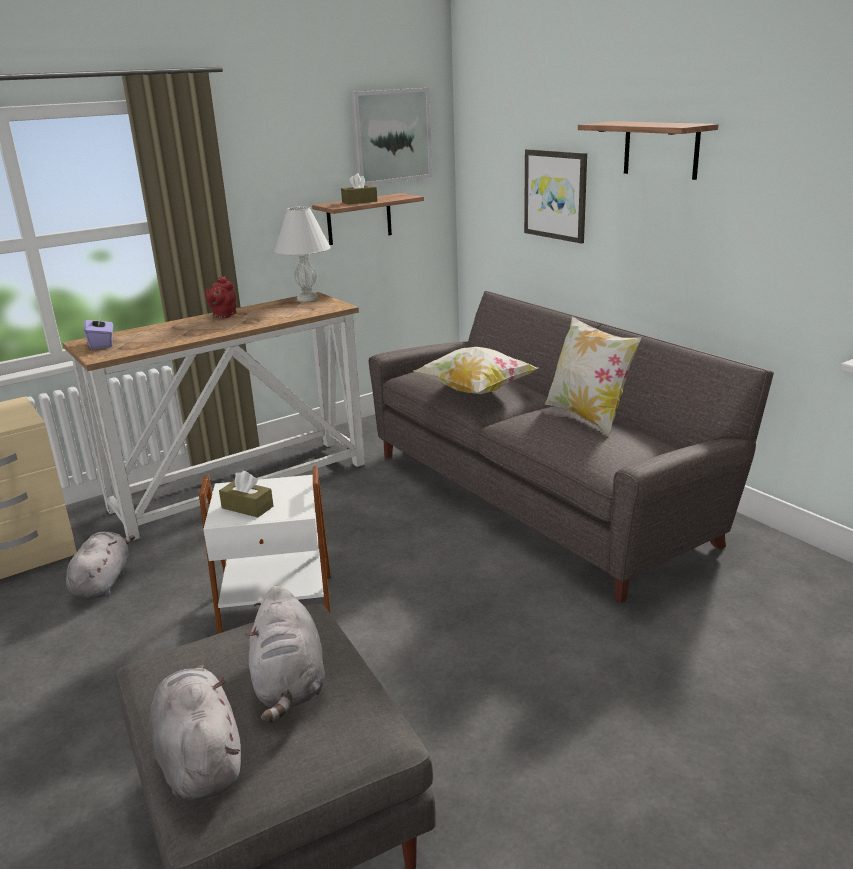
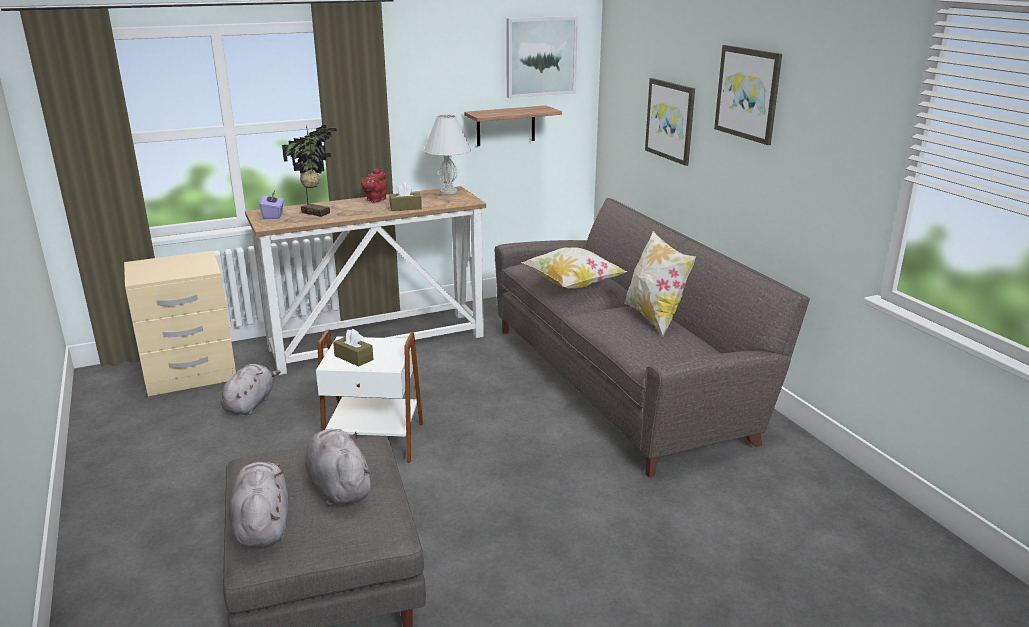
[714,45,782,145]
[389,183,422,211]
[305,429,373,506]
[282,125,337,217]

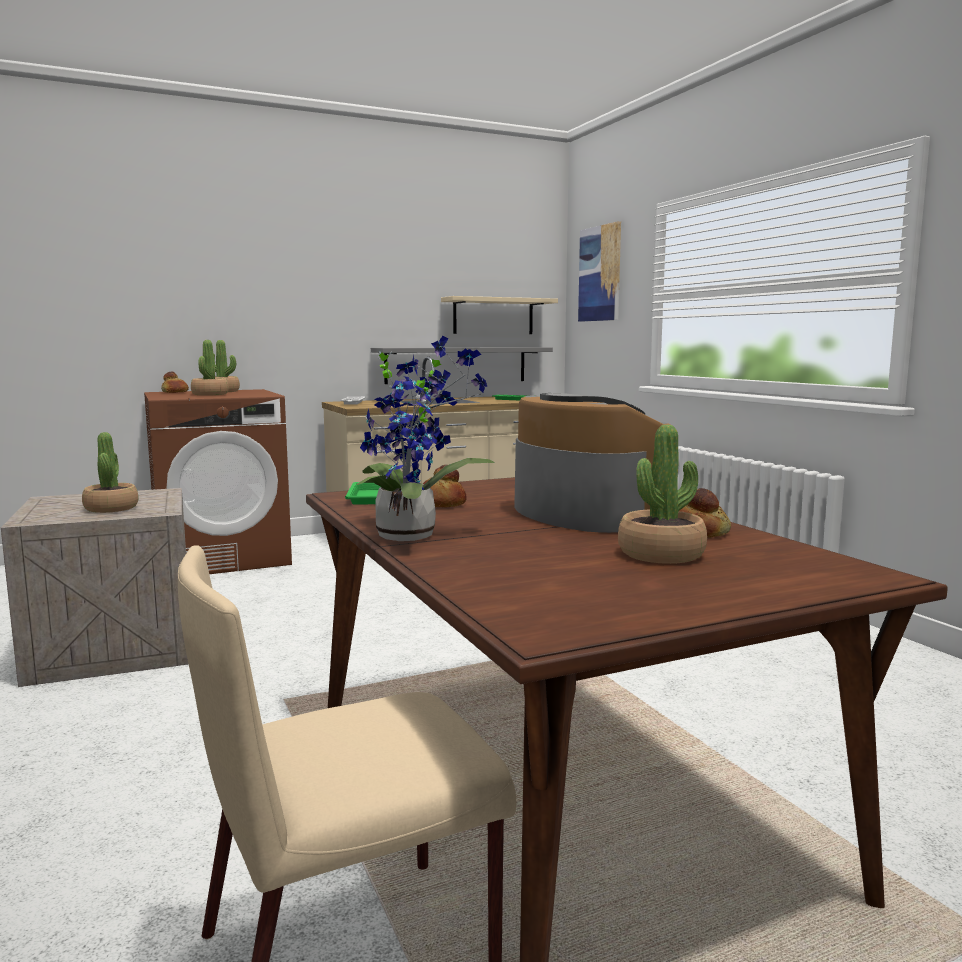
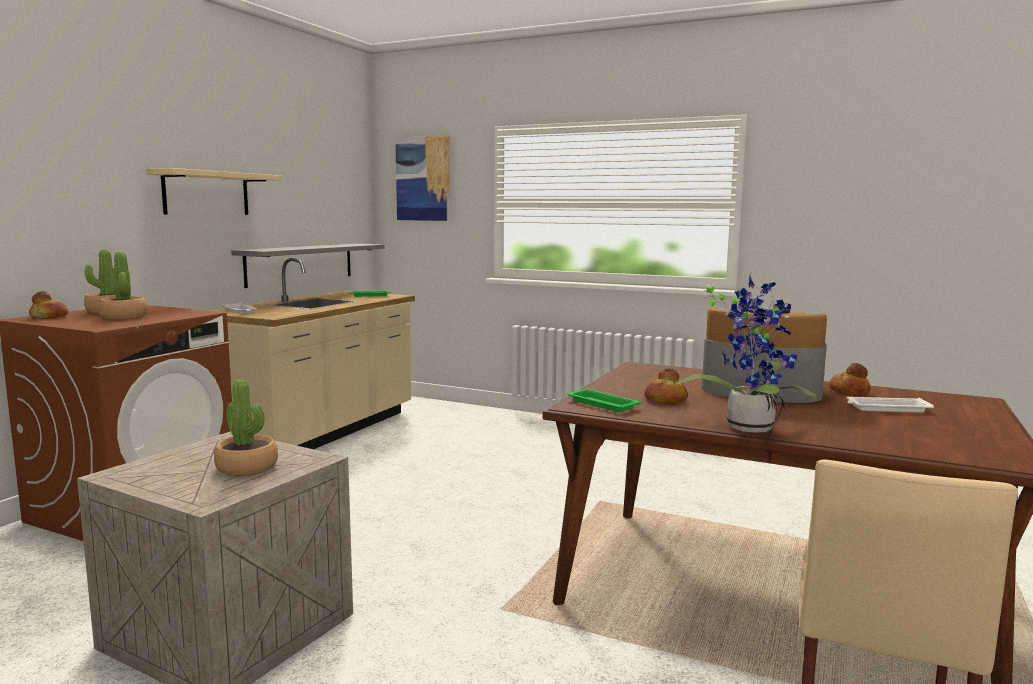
[146,168,282,215]
[847,397,934,412]

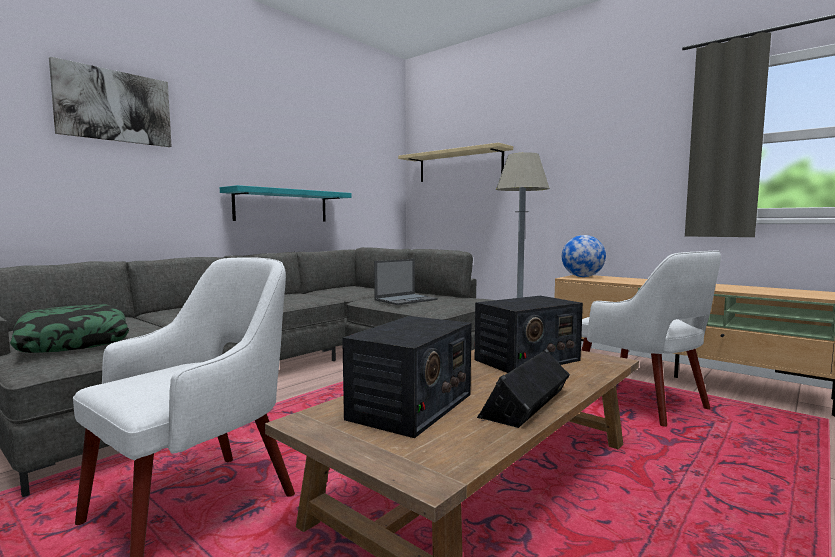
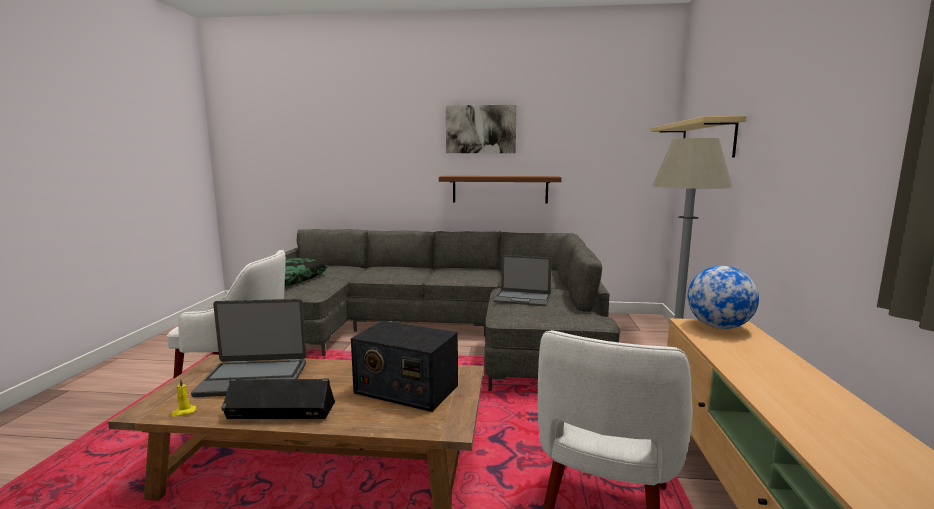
[446,105,517,153]
[439,176,562,203]
[191,299,307,397]
[171,378,196,417]

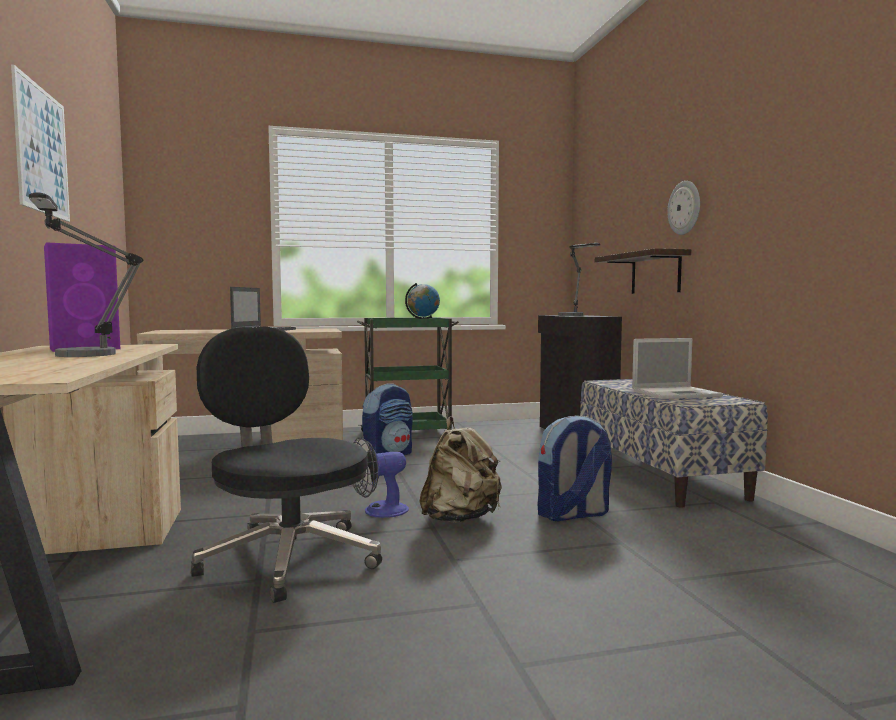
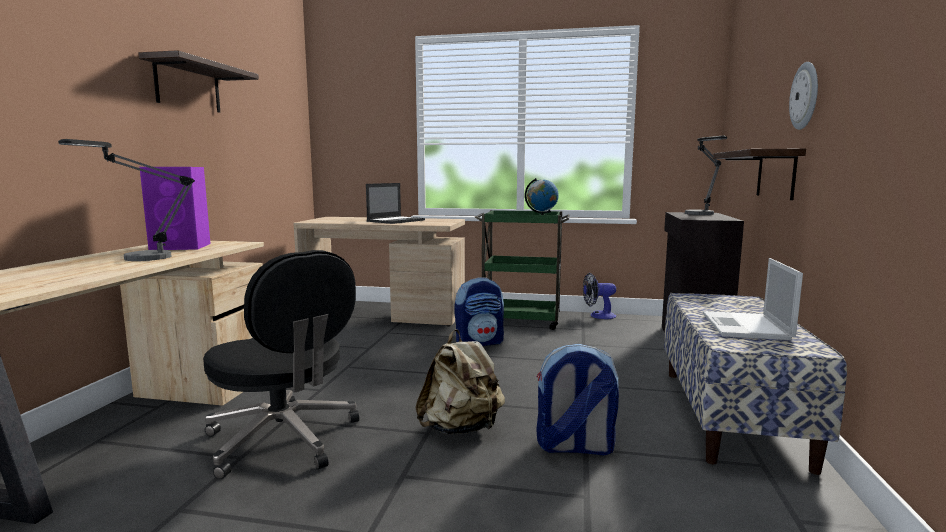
[138,50,259,113]
[203,250,359,479]
[703,258,803,340]
[583,273,616,319]

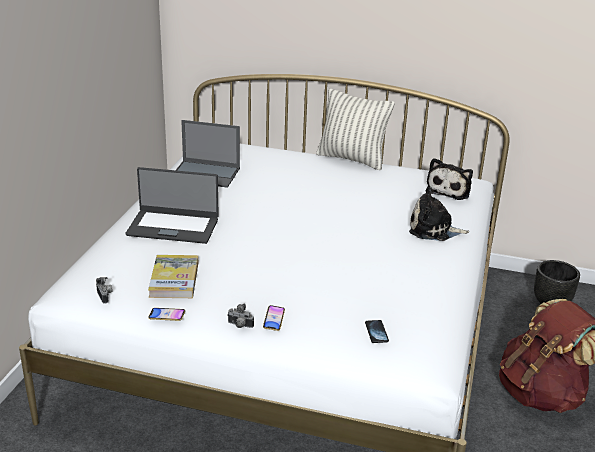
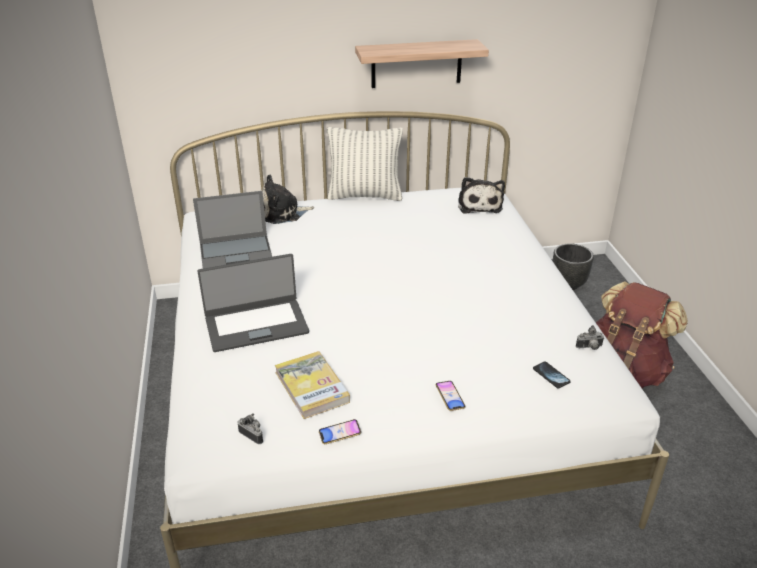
[262,175,314,224]
[576,325,604,350]
[355,39,489,88]

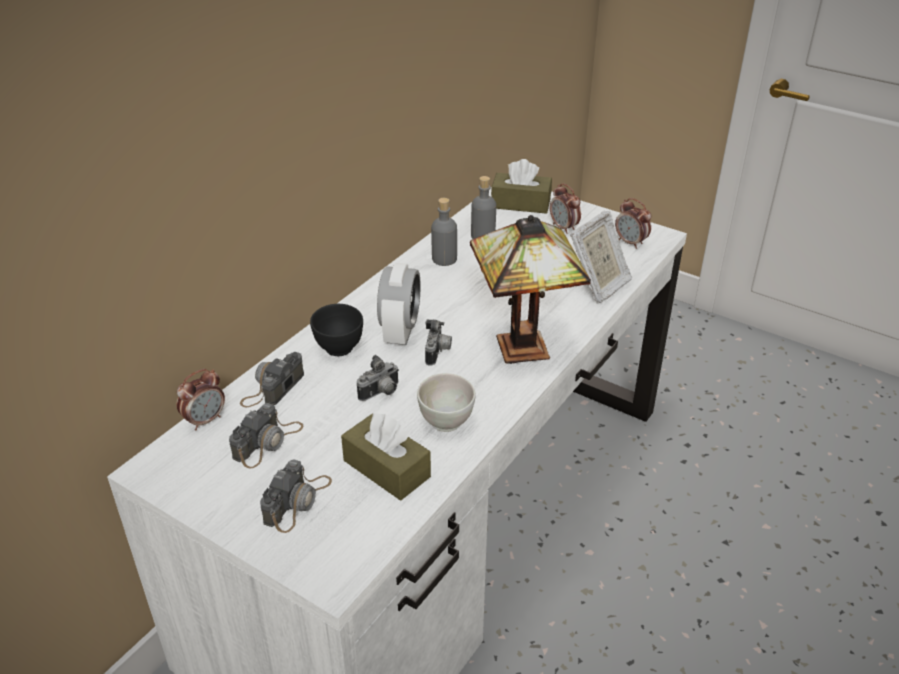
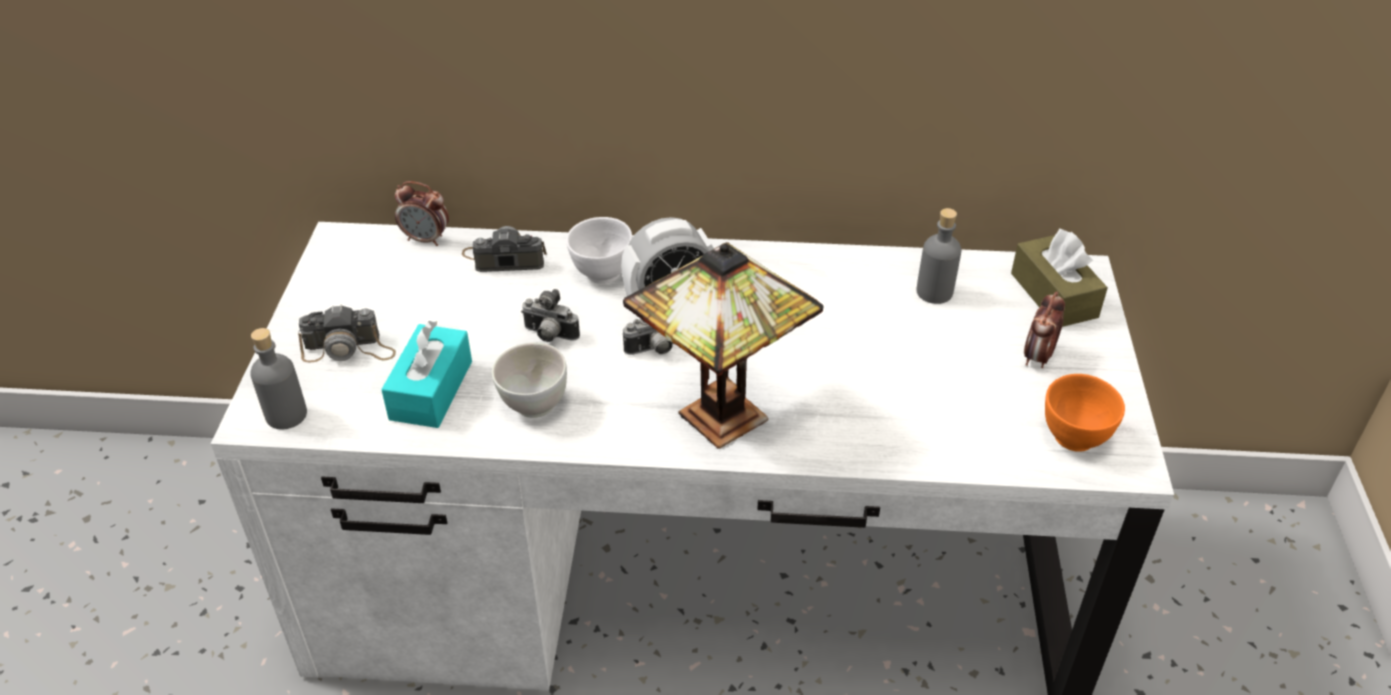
[250,328,307,430]
[1045,374,1125,452]
[570,211,632,303] (first image)
[566,217,633,284]
[229,403,303,469] (first image)
[381,321,472,428]

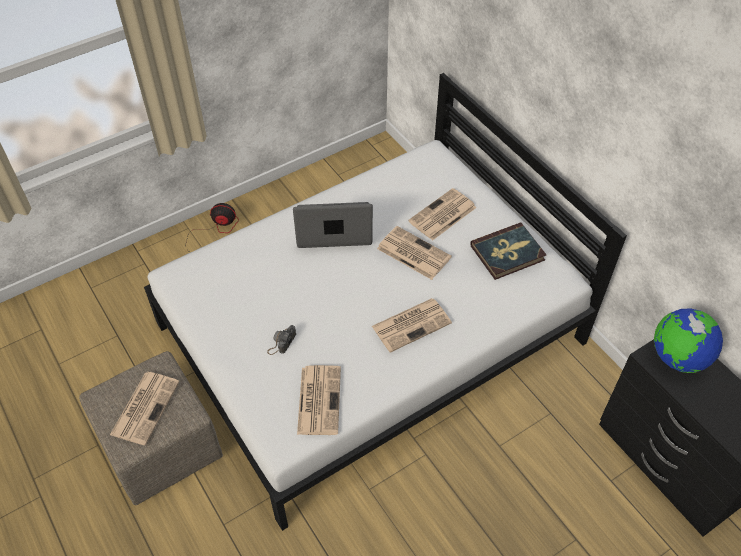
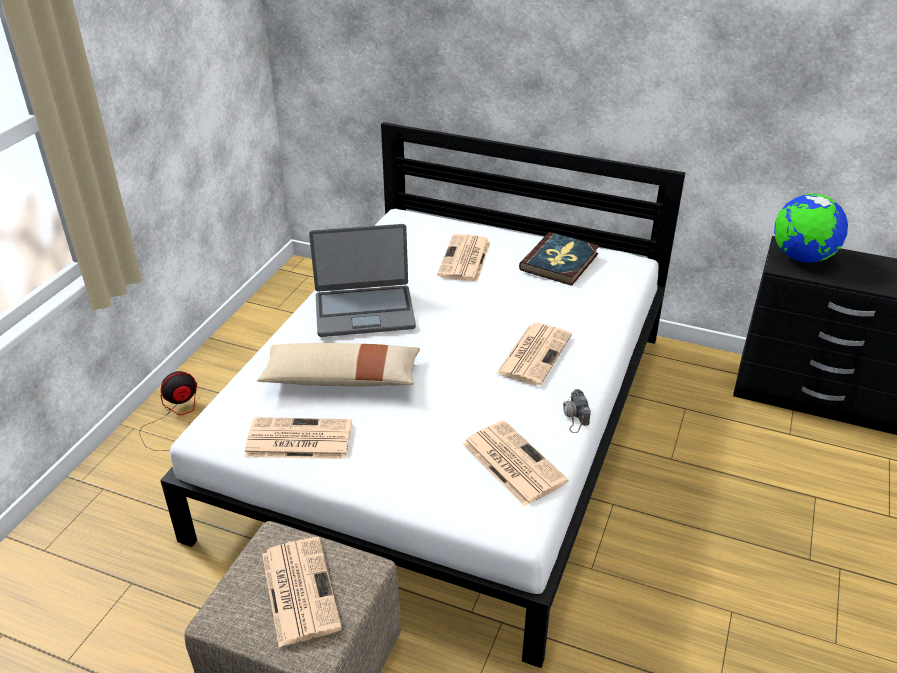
[309,224,416,337]
[244,417,352,459]
[563,389,591,433]
[257,343,420,387]

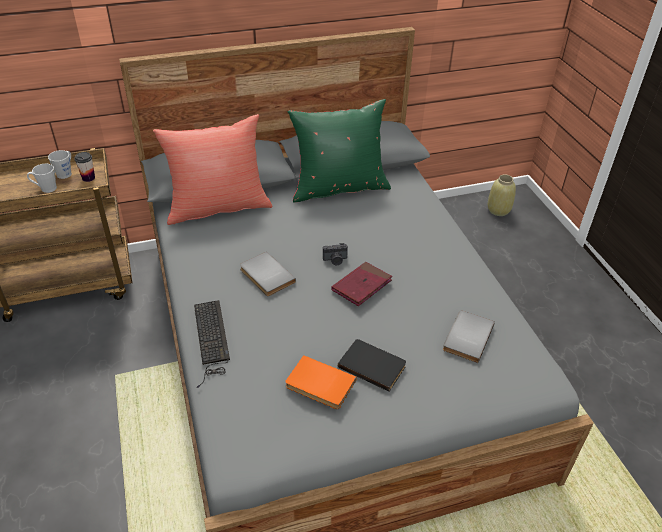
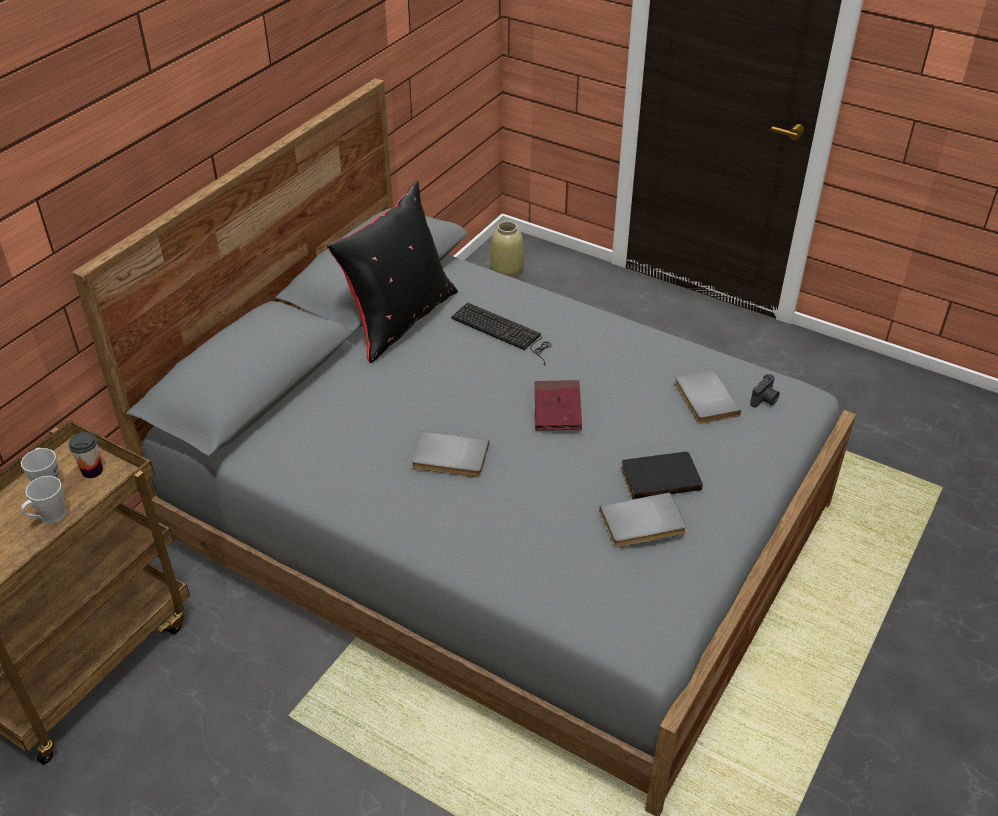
[327,181,458,363]
[153,114,273,225] (first image)
[750,374,780,407]
[451,303,551,366]
[599,493,686,547]

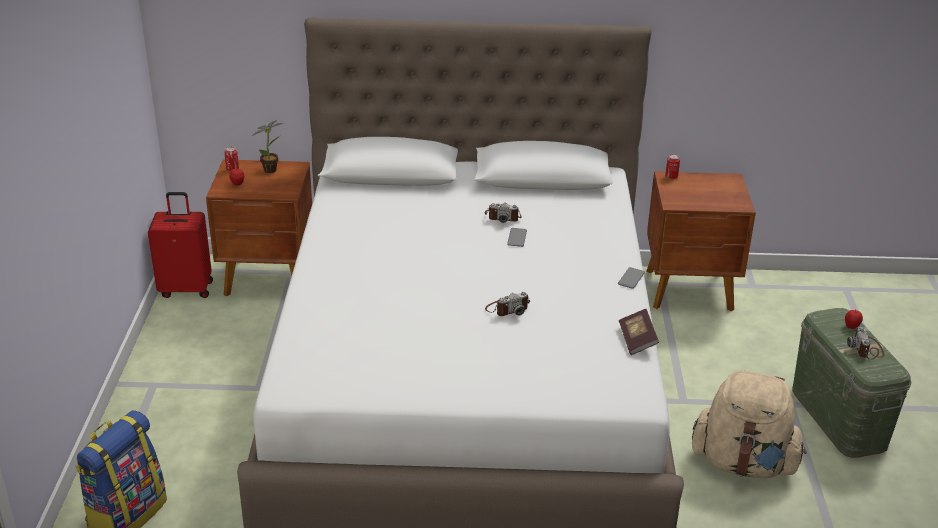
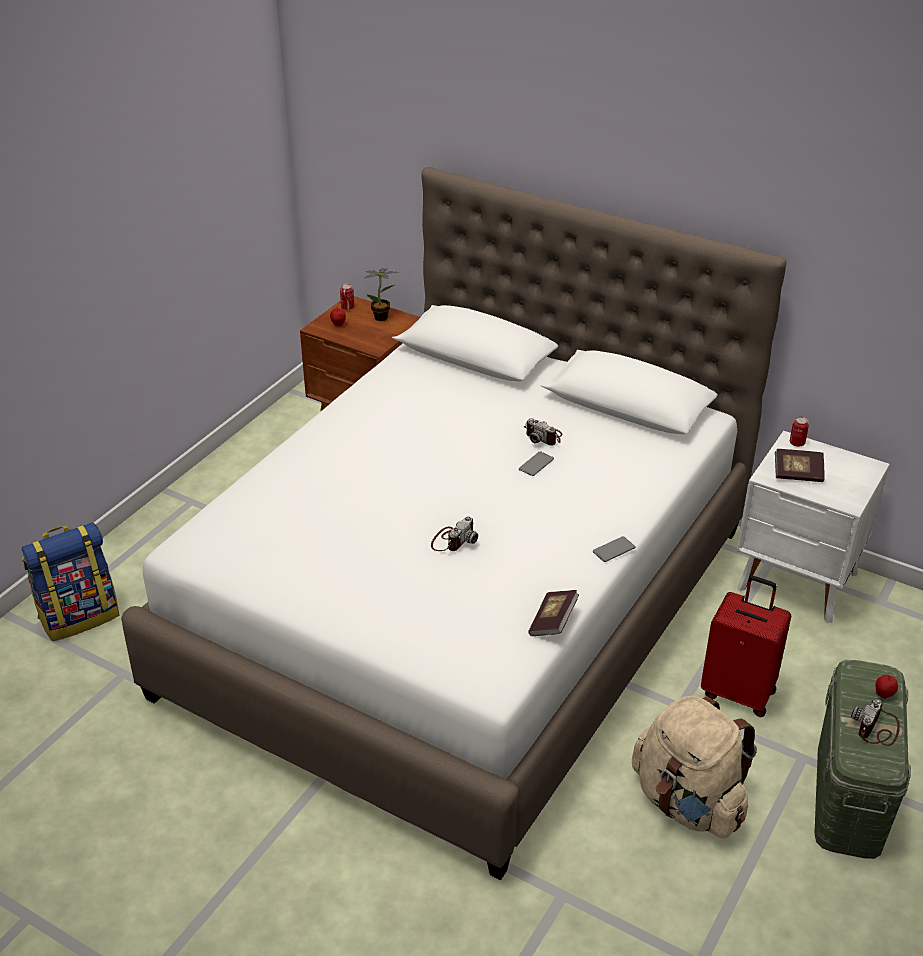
[737,431,890,623]
[701,576,791,717]
[431,516,478,551]
[775,449,825,482]

